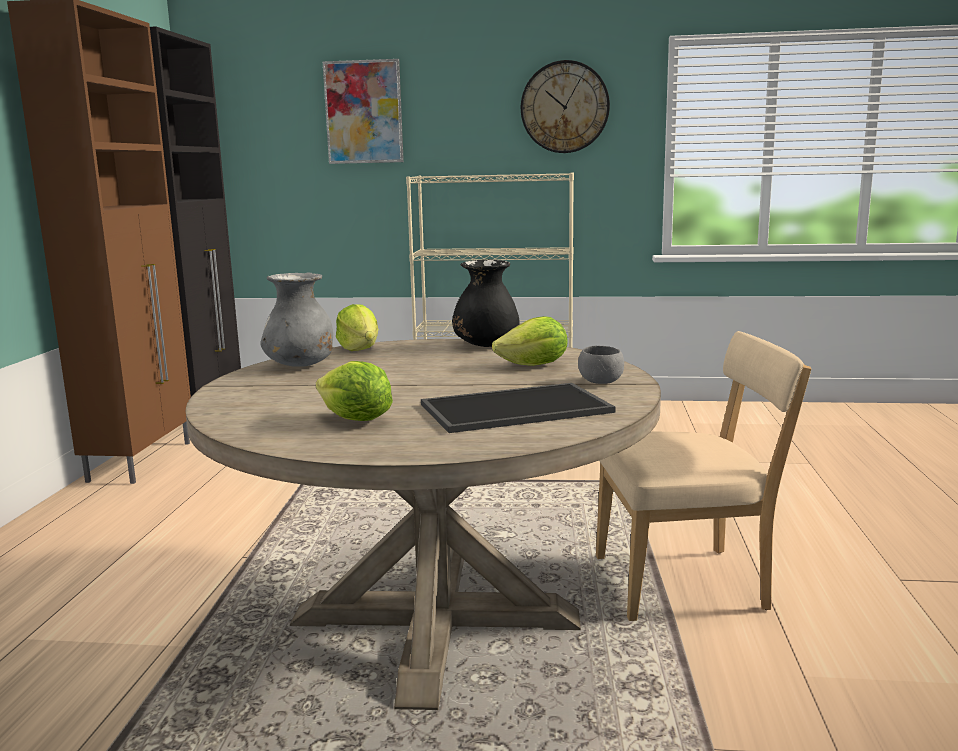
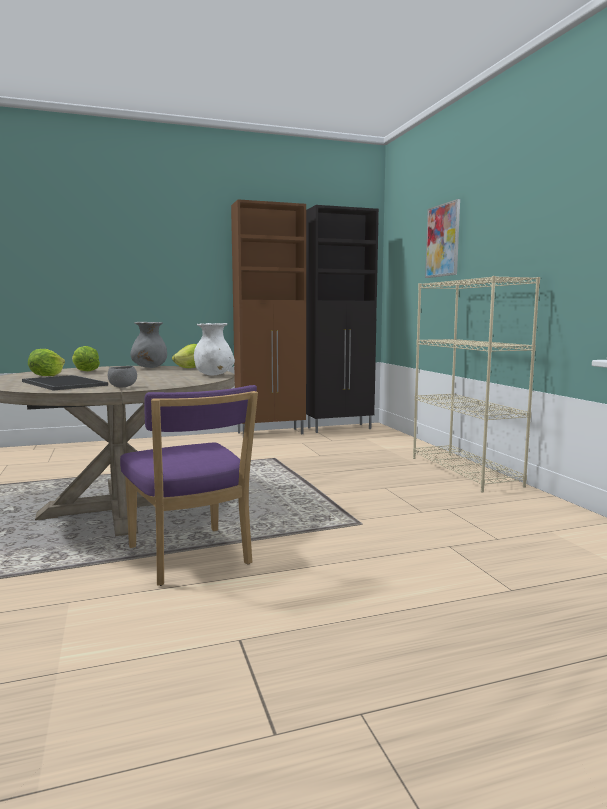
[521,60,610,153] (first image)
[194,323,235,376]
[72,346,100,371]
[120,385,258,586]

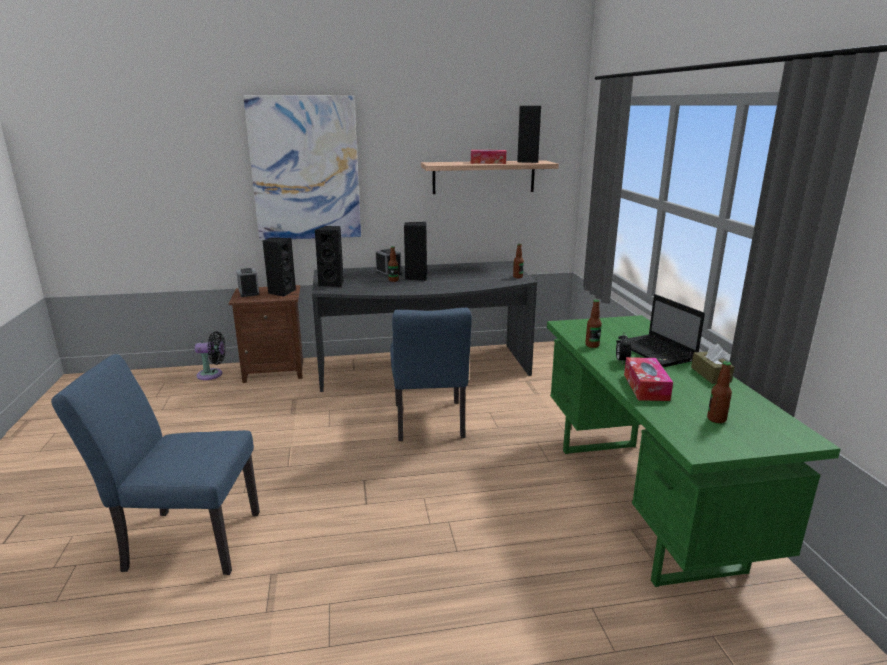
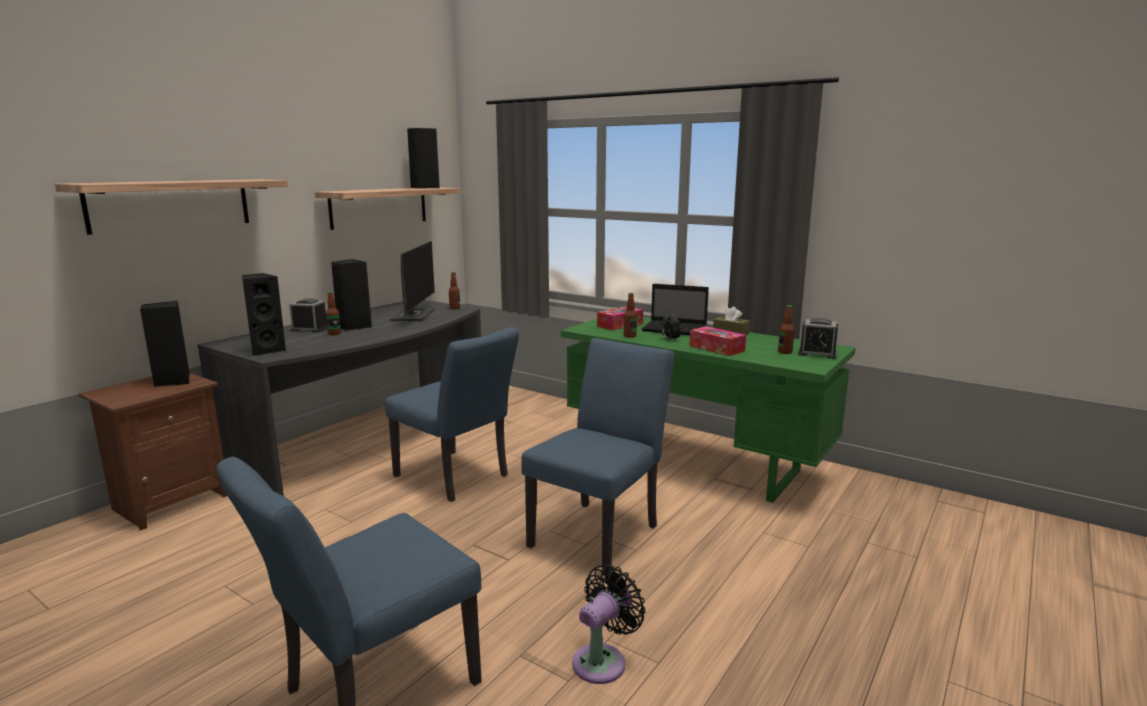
[55,179,288,235]
[597,306,643,331]
[798,318,838,359]
[572,565,645,684]
[390,241,435,321]
[521,338,674,576]

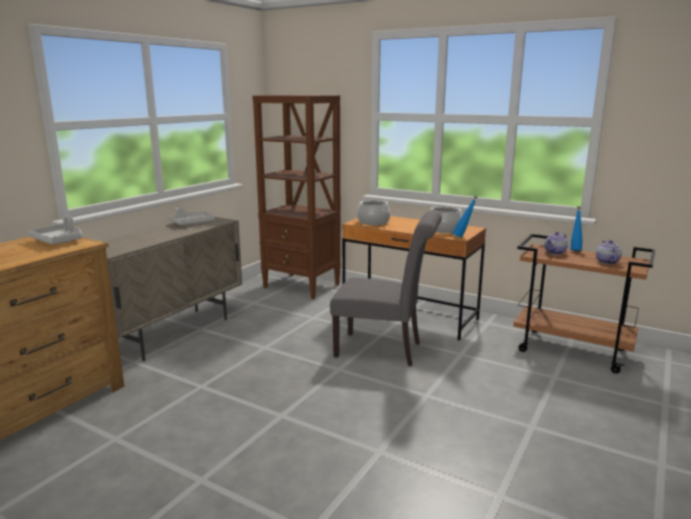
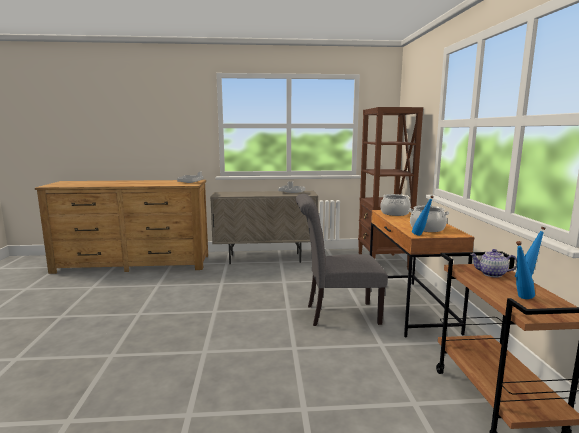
[296,194,388,326]
[516,241,535,299]

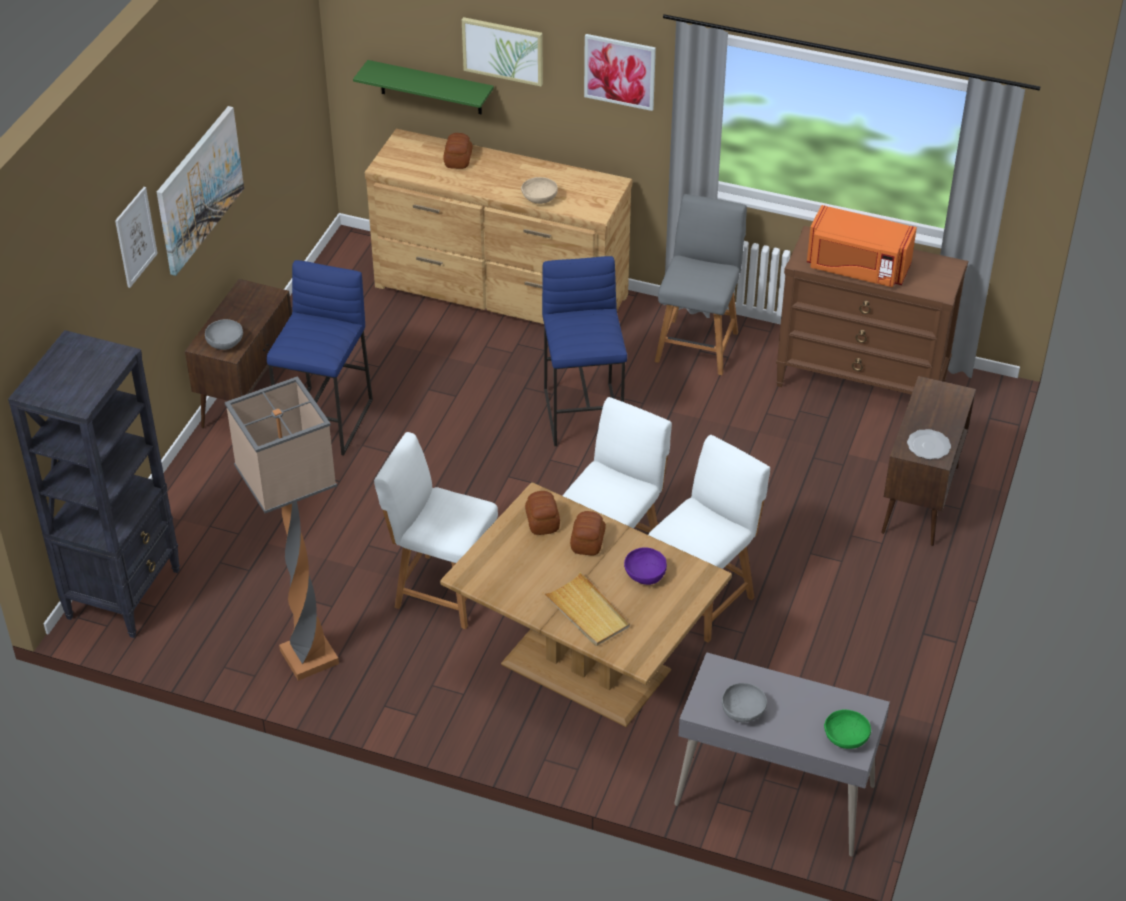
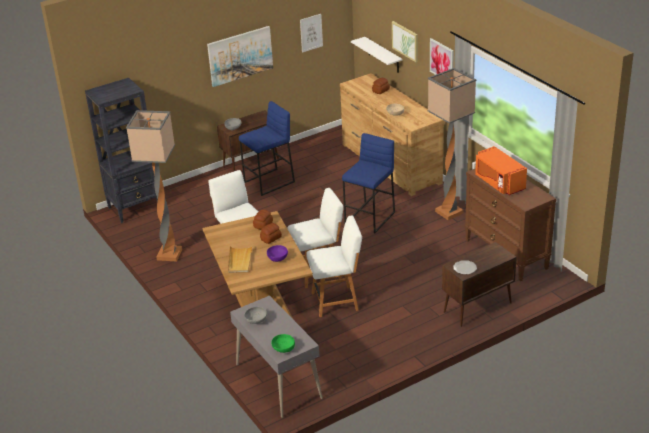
[351,37,402,73]
[300,14,323,53]
[428,68,476,220]

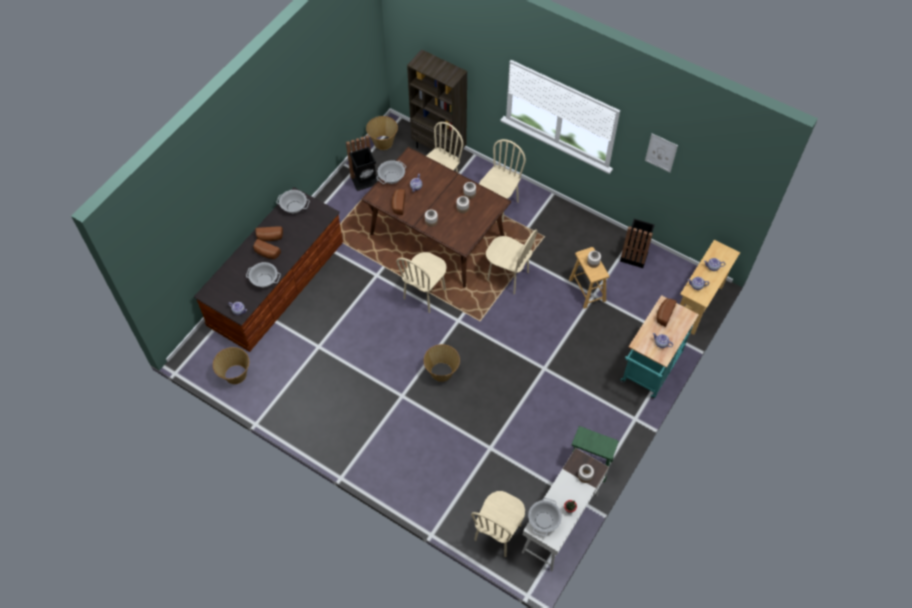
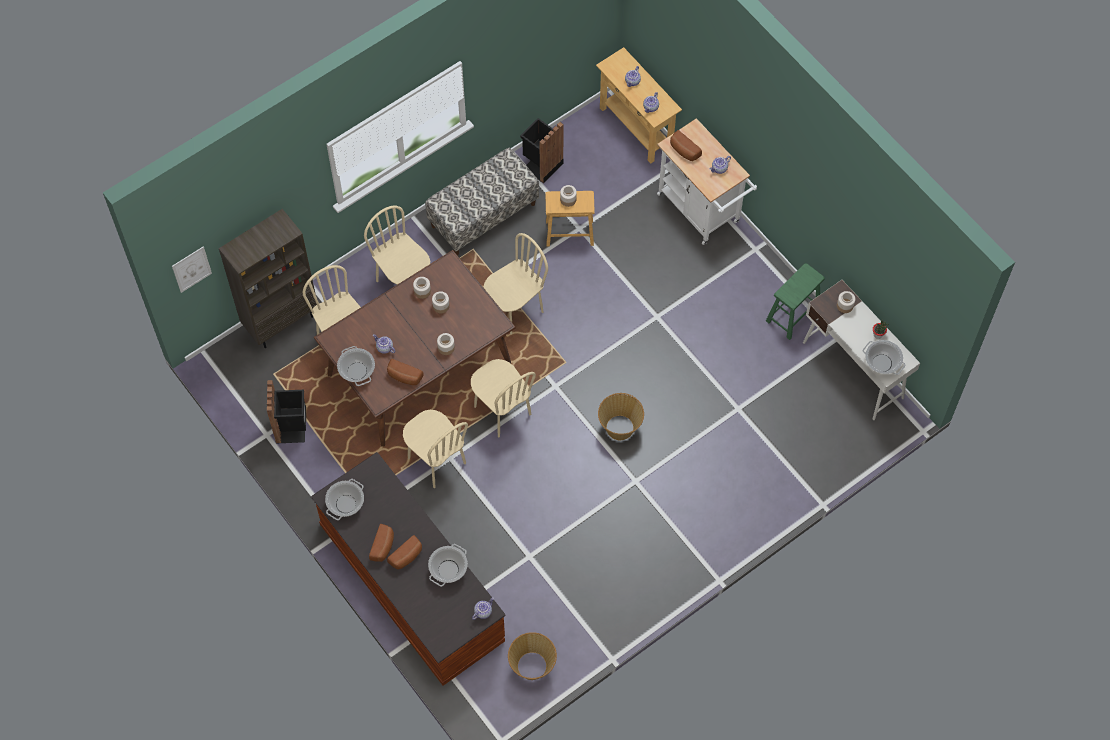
[366,116,398,150] (first image)
[172,246,212,293]
[657,118,757,245]
[403,410,468,488]
[425,148,539,256]

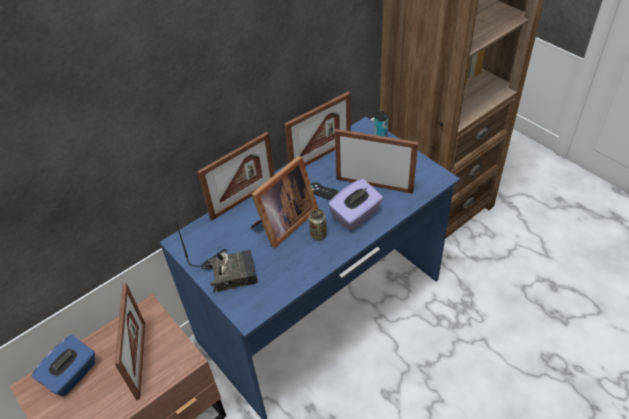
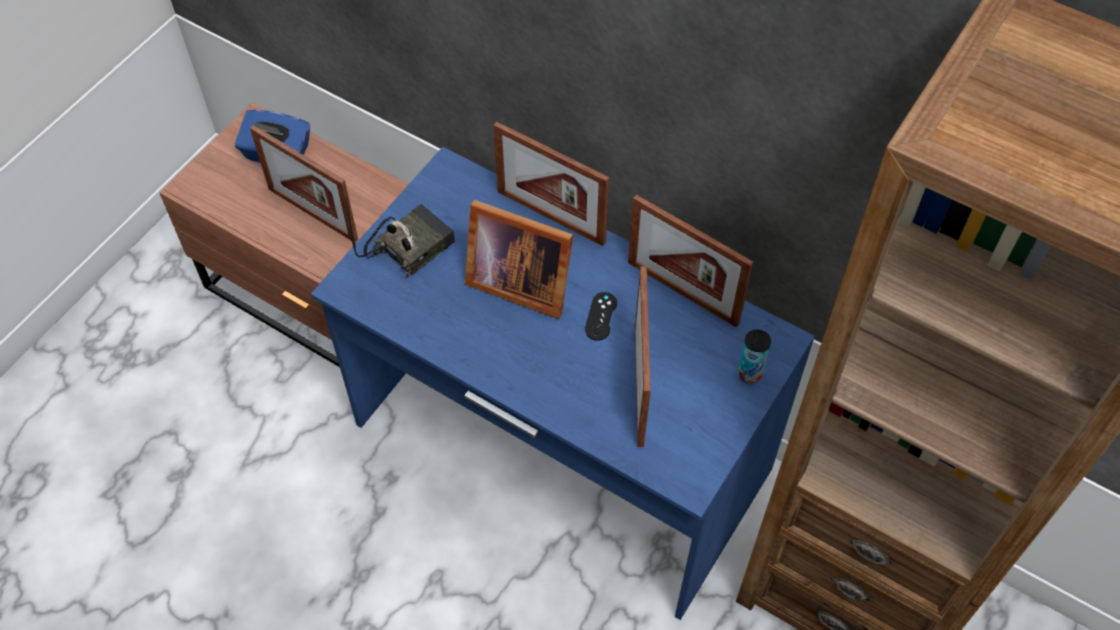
[328,179,383,231] (first image)
[309,209,327,240] (first image)
[345,196,455,278]
[250,125,358,243]

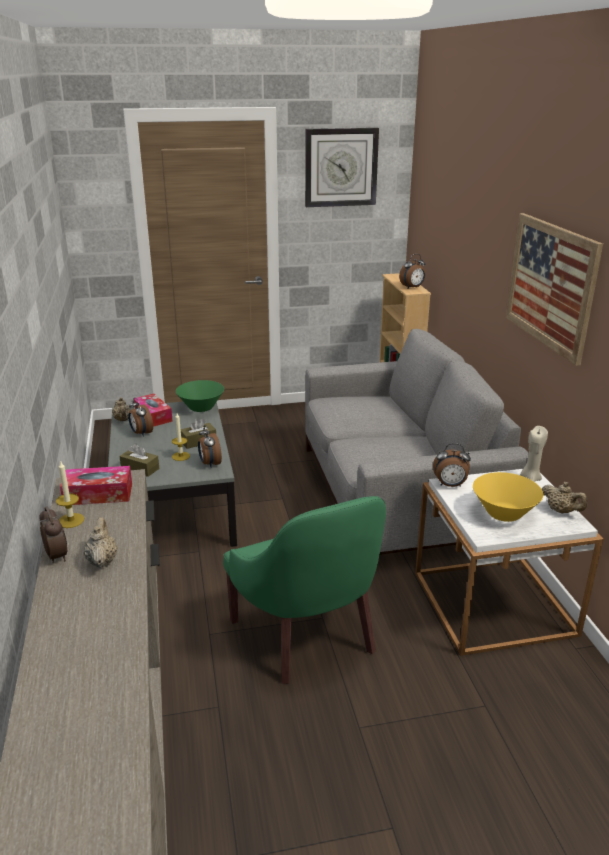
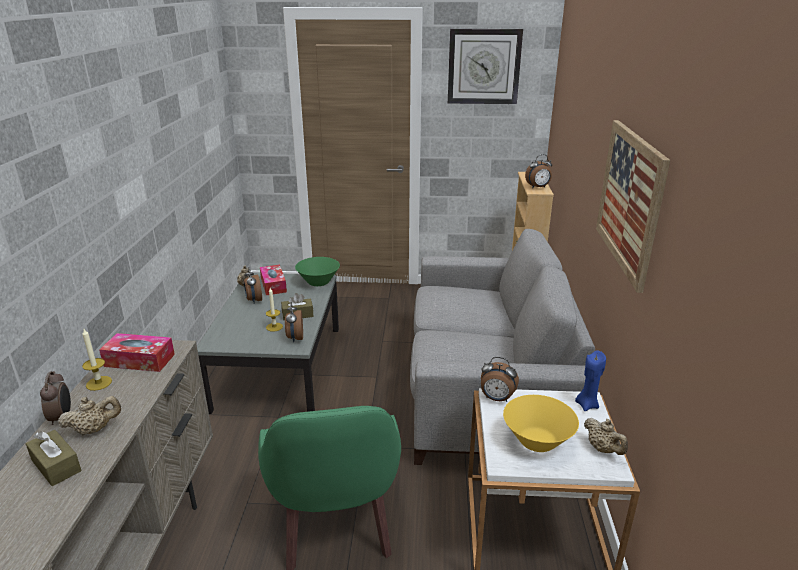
[575,350,606,411]
[26,430,82,486]
[58,396,121,435]

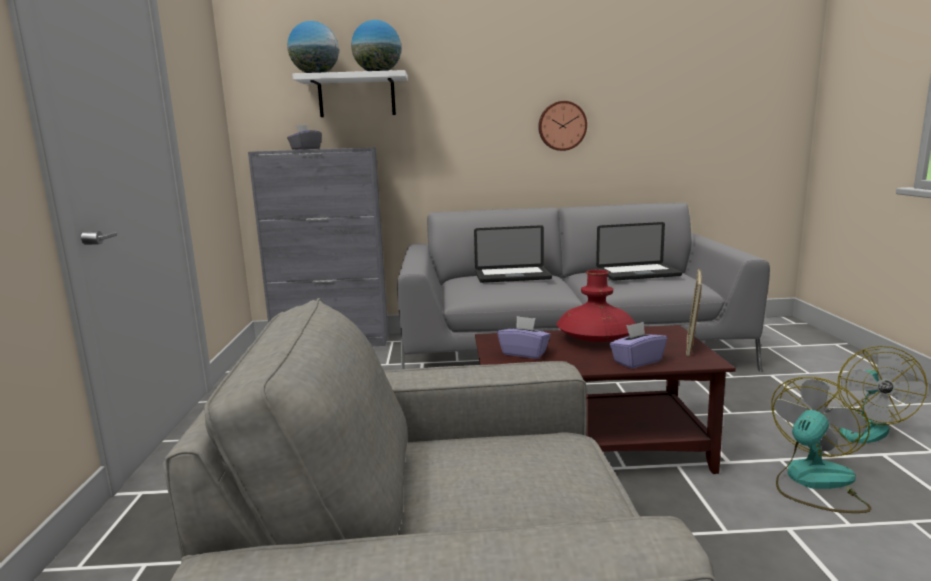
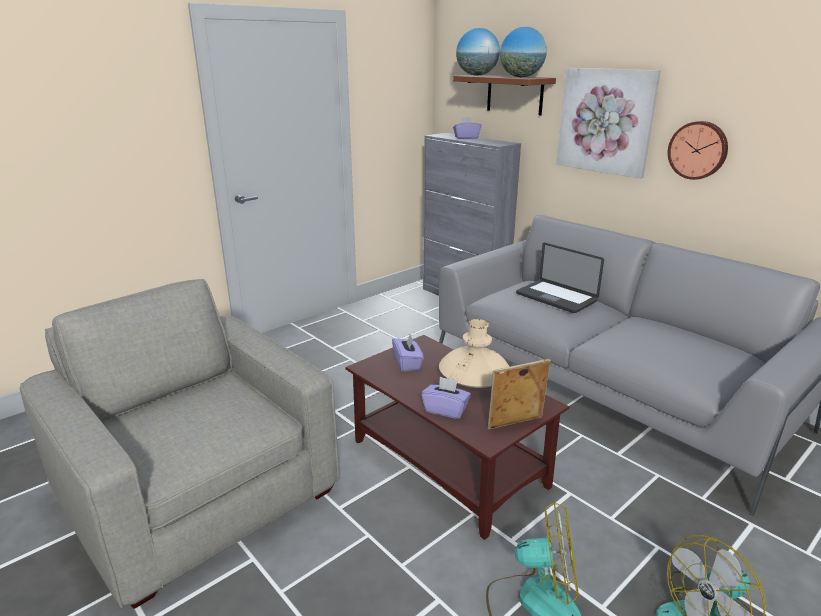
[453,75,556,116]
[453,117,481,139]
[596,222,682,281] (first image)
[439,319,510,388]
[556,68,661,179]

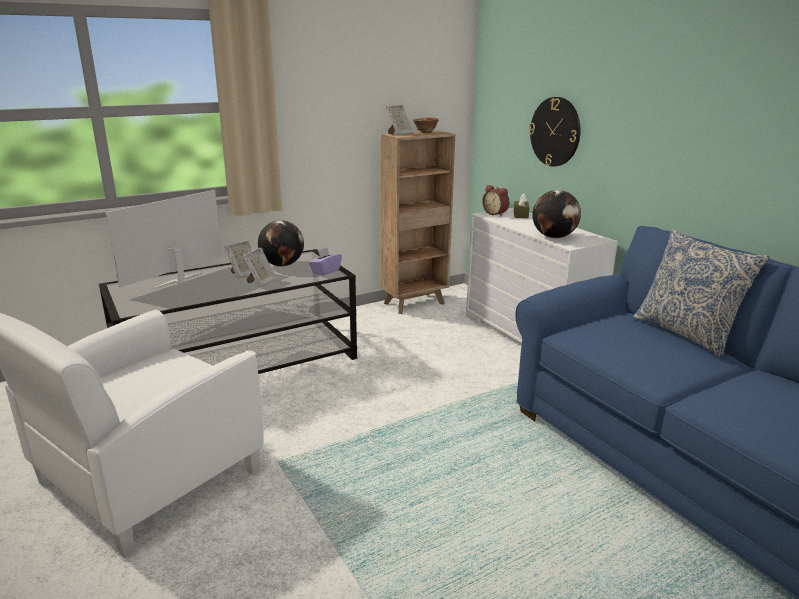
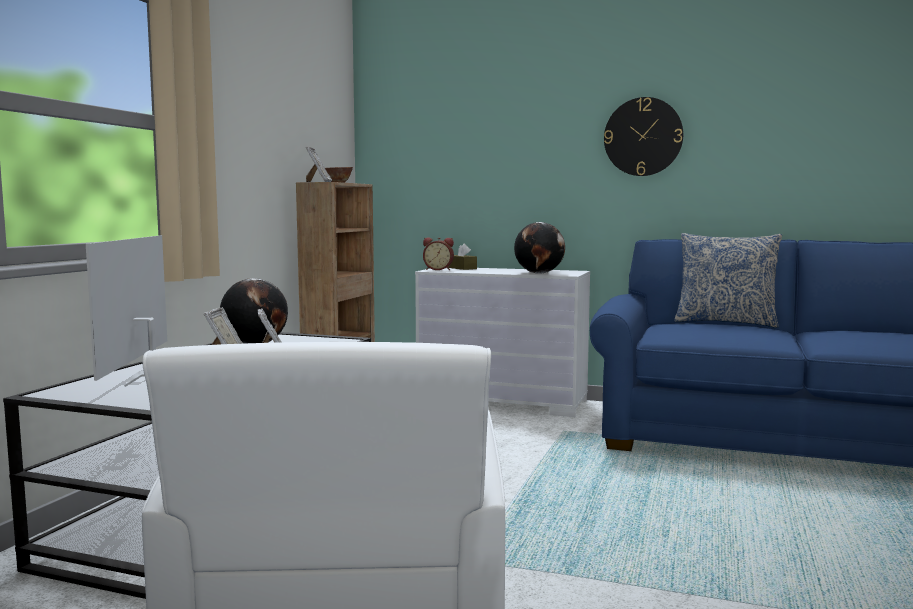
[604,97,683,176]
[309,247,342,276] (first image)

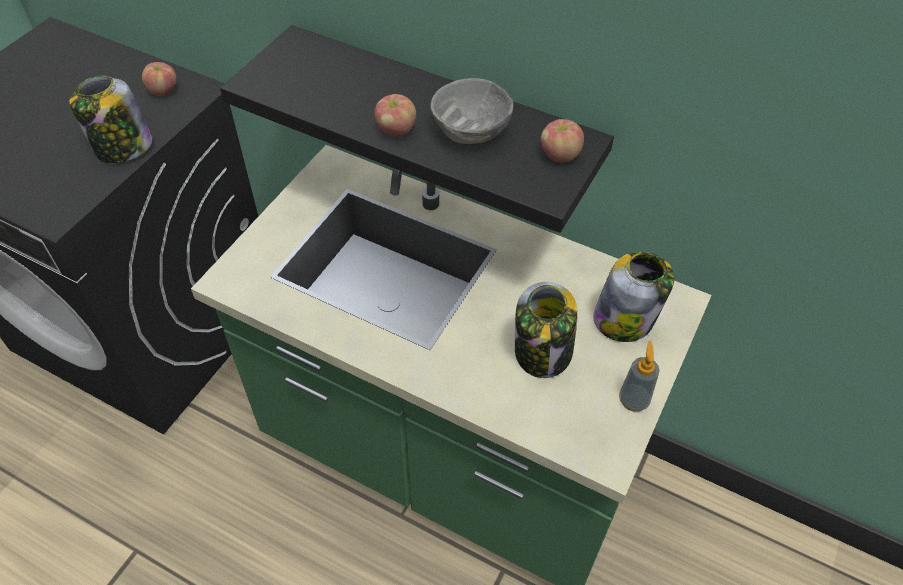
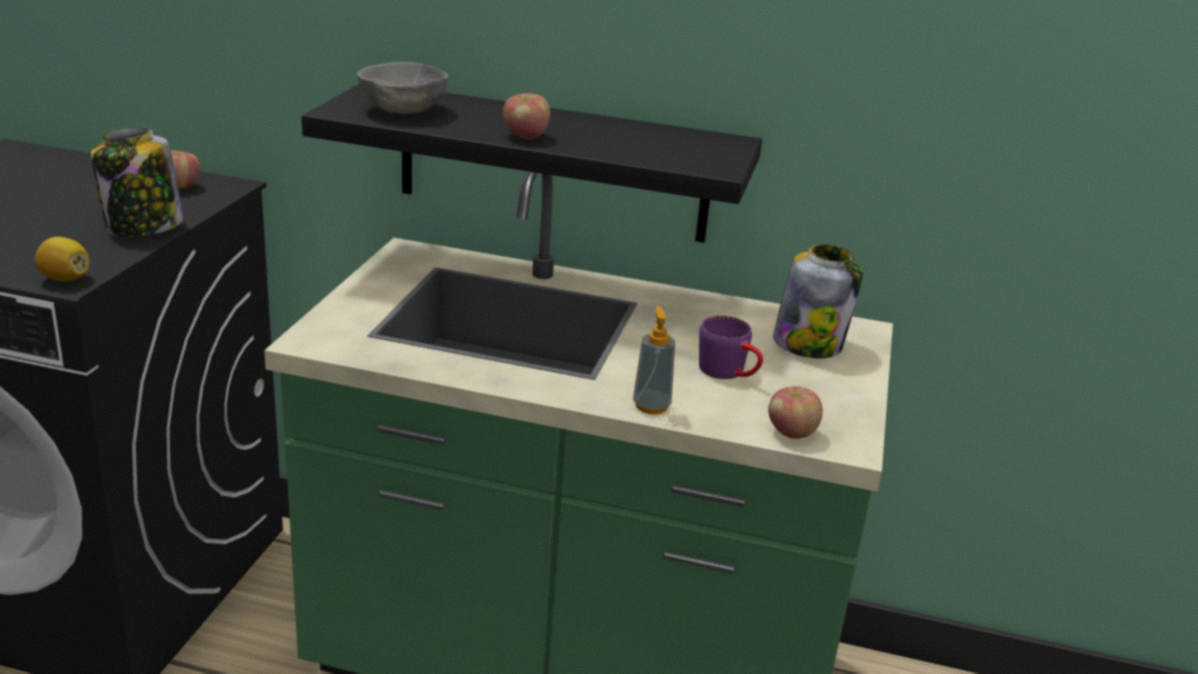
[357,62,448,114]
[768,386,823,439]
[699,316,763,379]
[633,306,675,414]
[35,237,89,281]

